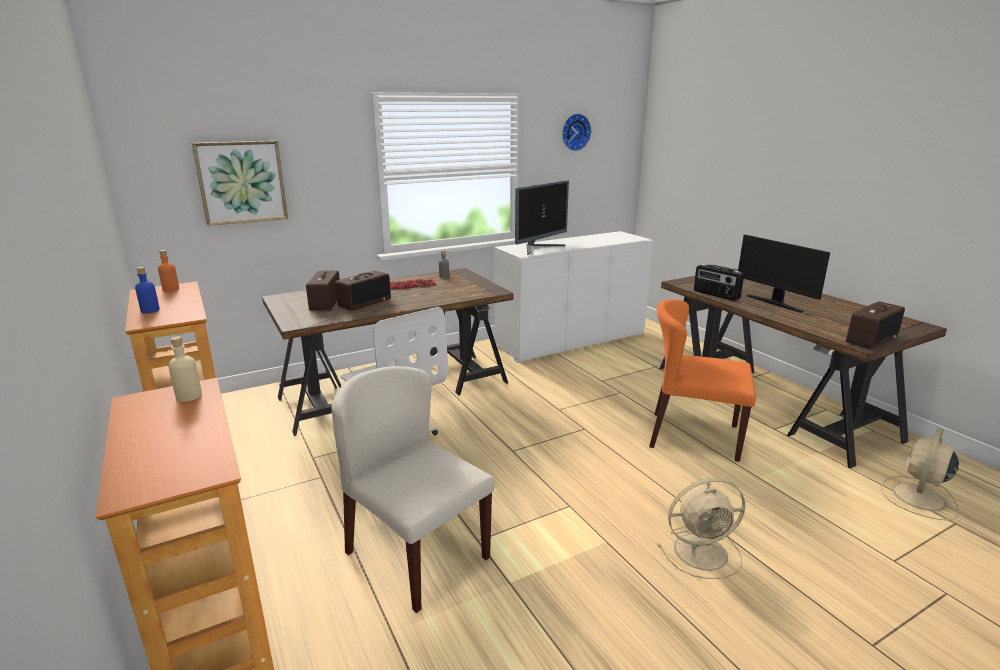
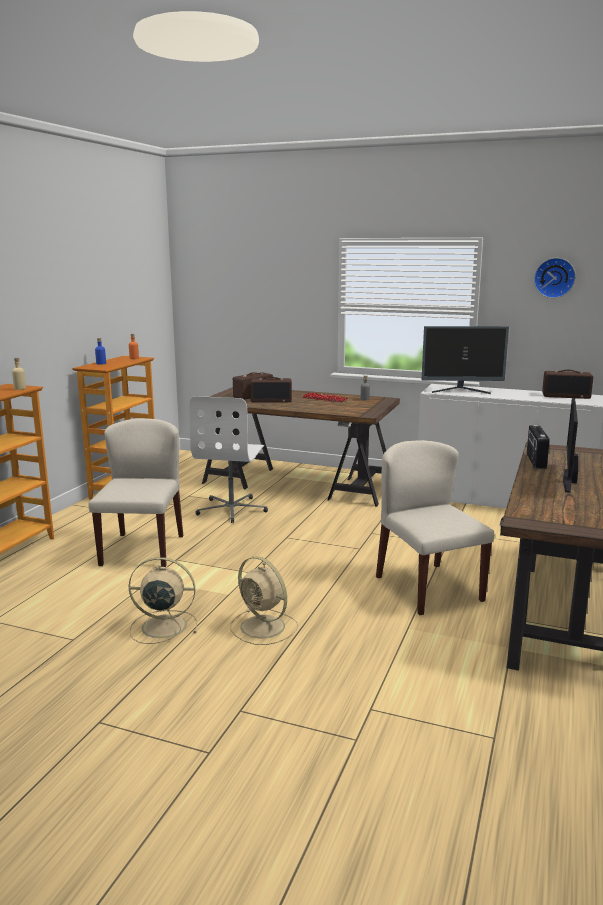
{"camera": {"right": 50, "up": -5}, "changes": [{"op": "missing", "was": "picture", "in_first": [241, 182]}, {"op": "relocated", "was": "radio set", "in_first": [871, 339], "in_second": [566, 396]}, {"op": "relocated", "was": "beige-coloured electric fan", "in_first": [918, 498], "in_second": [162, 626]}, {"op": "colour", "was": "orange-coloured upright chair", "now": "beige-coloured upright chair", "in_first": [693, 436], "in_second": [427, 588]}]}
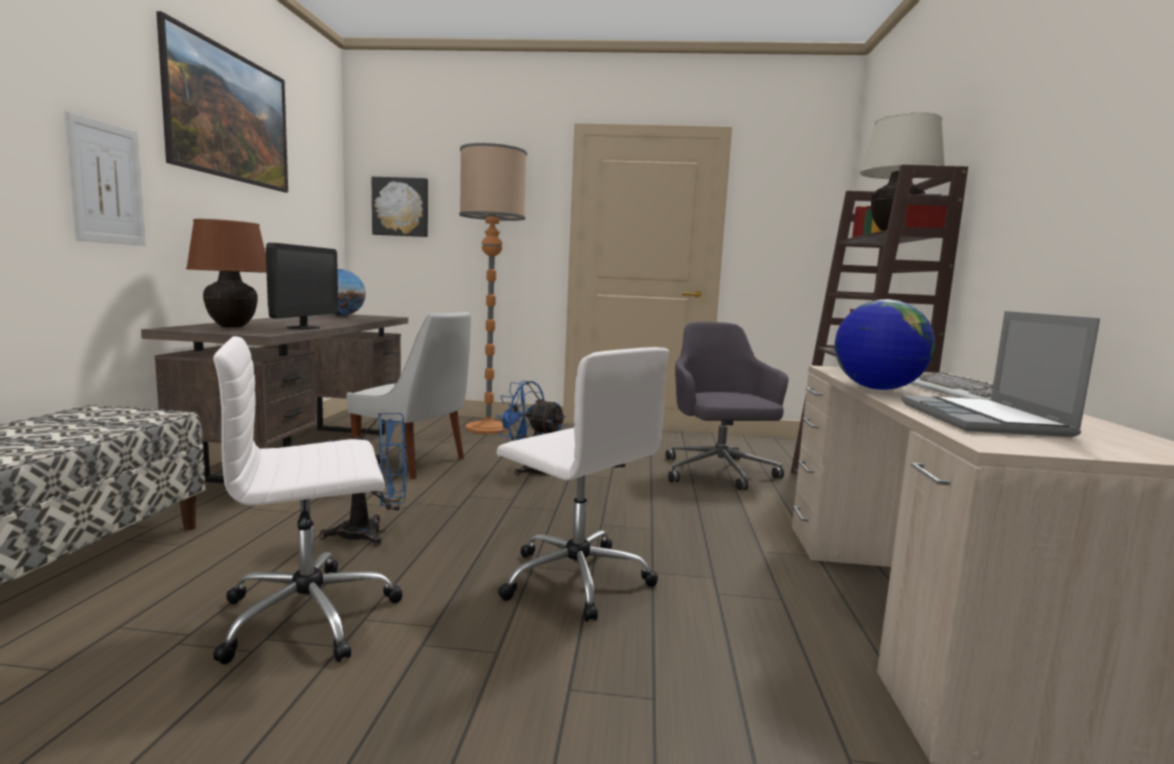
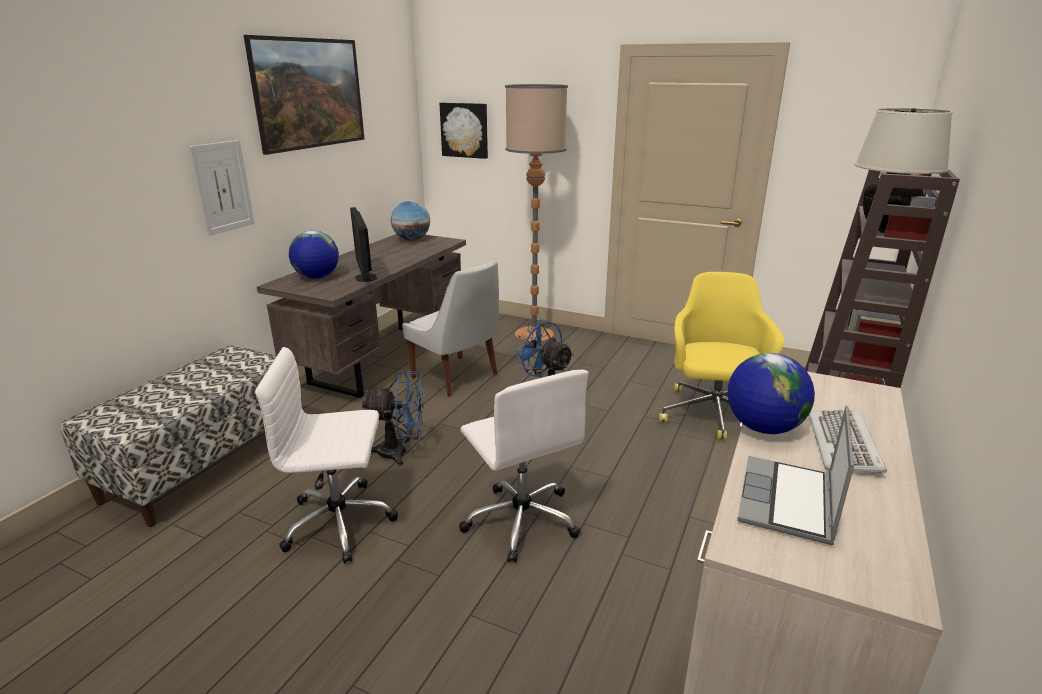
{"camera": {"right": 20, "up": 15}, "changes": [{"op": "exchanged", "was": "brown tabletop lamp", "now": "desk globe", "in_first": [231, 326], "in_second": [316, 277]}, {"op": "colour", "was": "grey computer chair", "now": "yellowish computer chair", "in_first": [718, 473], "in_second": [713, 415]}, {"op": "spun", "was": "computer screen", "in_first": [303, 328], "in_second": [366, 277], "clockwise": 135}]}
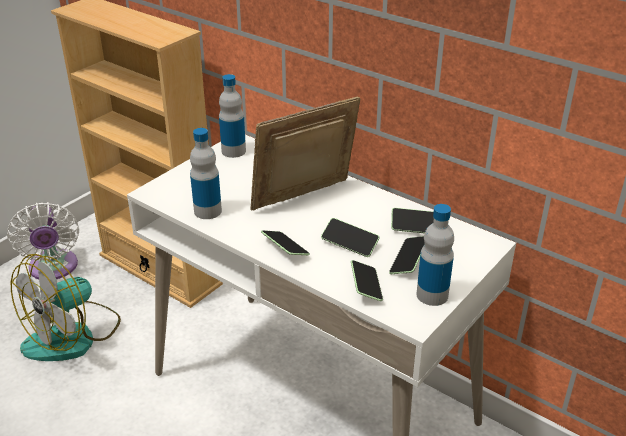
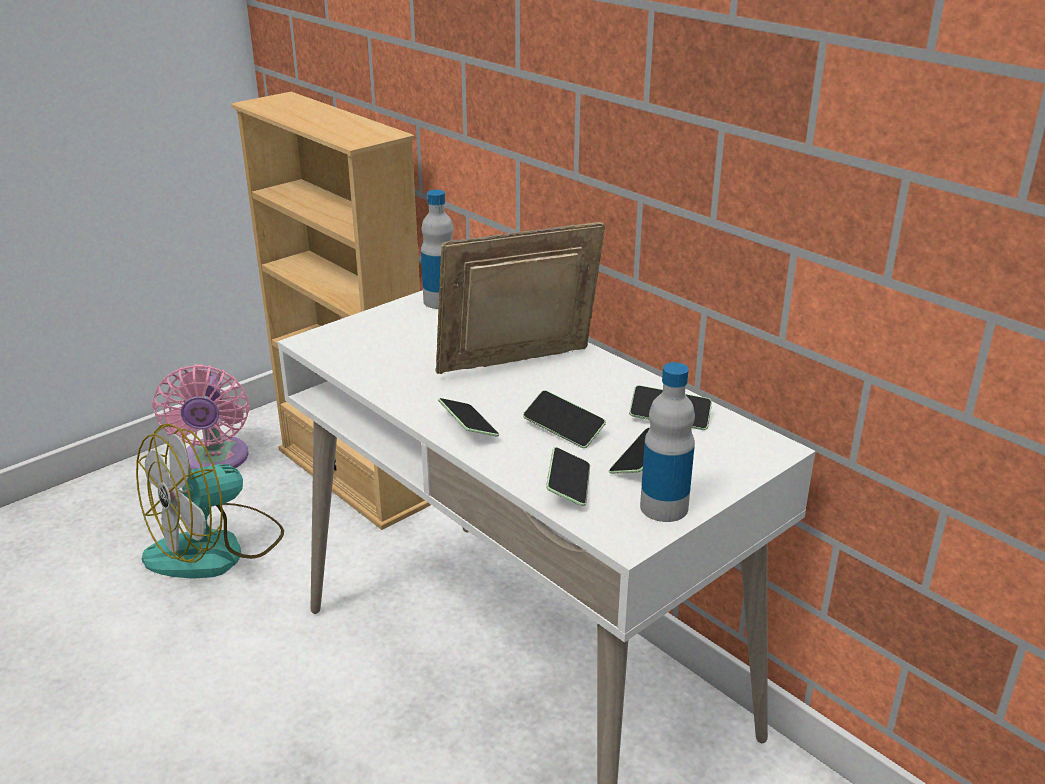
{"camera": {"right": 10, "up": -5}, "changes": [{"op": "missing", "was": "drink bottle", "in_first": [208, 211]}, {"op": "colour", "was": "whitish electric fan", "now": "pink-coloured electric fan", "in_first": [53, 269], "in_second": [214, 461]}]}
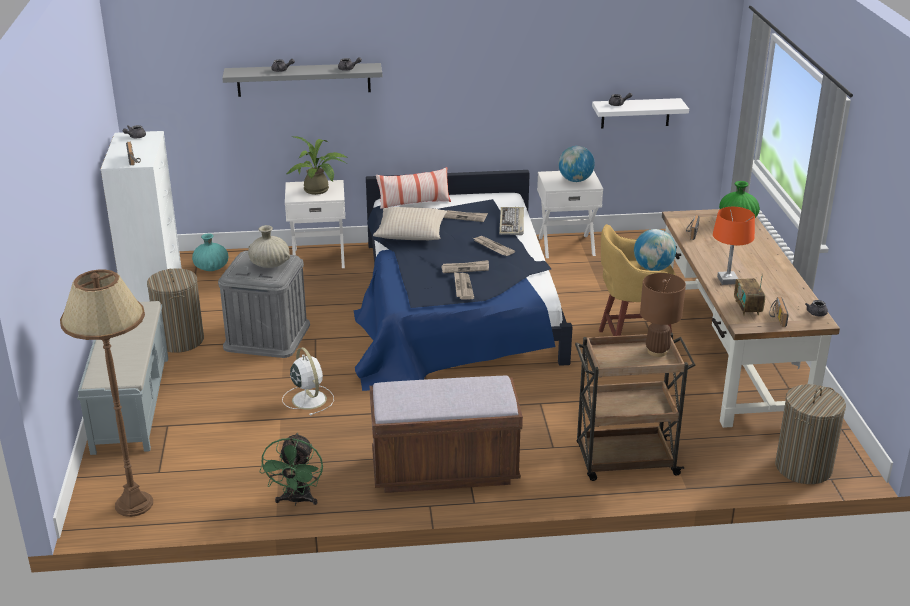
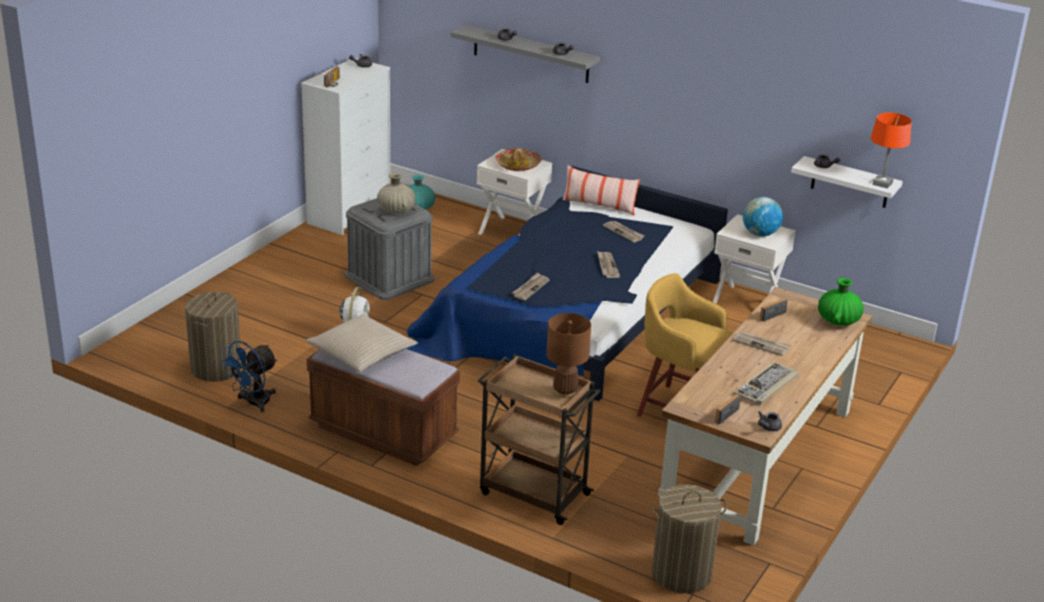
{"camera": {"right": 35, "up": 0}, "changes": [{"op": "missing", "was": "brown floor lamp", "in_first": [134, 504]}, {"op": "missing", "was": "grey indoor bench", "in_first": [131, 403]}, {"op": "missing", "was": "desk globe", "in_first": [653, 268]}, {"op": "missing", "was": "radio set", "in_first": [747, 308]}, {"op": "relocated", "was": "laundry basket", "in_first": [180, 340], "in_second": [216, 368]}, {"op": "relocated", "was": "beige-coloured pillow", "in_first": [410, 232], "in_second": [361, 352]}, {"op": "relocated", "was": "printed paper", "in_first": [465, 268], "in_second": [762, 345]}, {"op": "relocated", "was": "PC keyboard", "in_first": [512, 223], "in_second": [766, 386]}, {"op": "relocated", "was": "orange-coloured tabletop lamp", "in_first": [727, 280], "in_second": [882, 184]}, {"op": "exchanged", "was": "houseplant", "now": "hat", "in_first": [319, 191], "in_second": [518, 165]}, {"op": "colour", "was": "green-coloured electric fan", "now": "blue-coloured electric fan", "in_first": [296, 500], "in_second": [253, 403]}]}
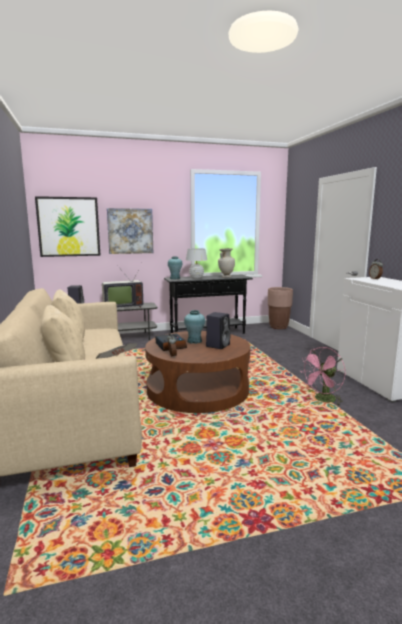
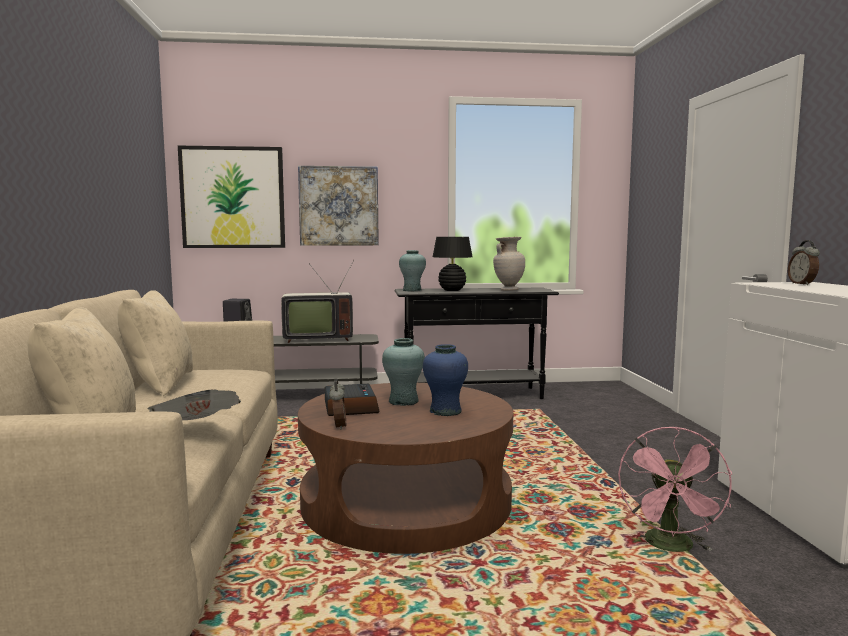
{"camera": {"right": 10, "up": -5}, "changes": [{"op": "missing", "was": "brown flower pot", "in_first": [278, 327]}, {"op": "exchanged", "was": "blackish loudspeaker", "now": "blue-coloured vase", "in_first": [218, 345], "in_second": [445, 411]}, {"op": "colour", "was": "whitish tabletop lamp", "now": "blackish tabletop lamp", "in_first": [196, 278], "in_second": [452, 290]}, {"op": "spun", "was": "pink-coloured electric fan", "in_first": [323, 400], "in_second": [671, 548], "clockwise": -45}]}
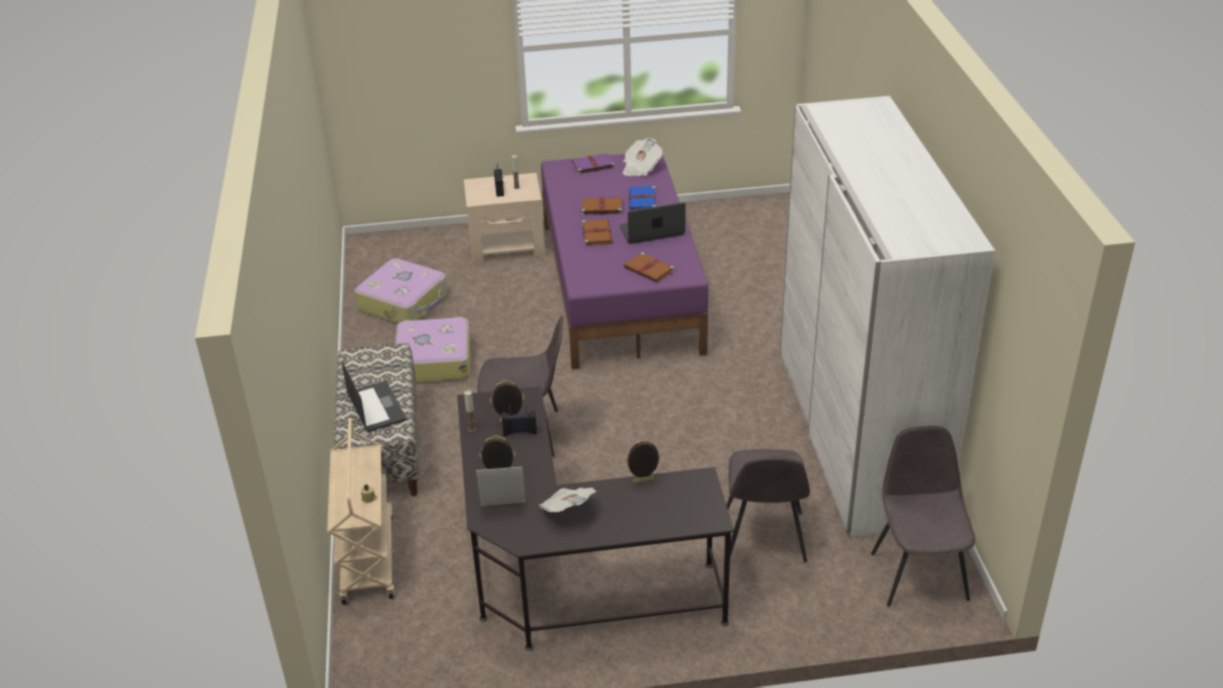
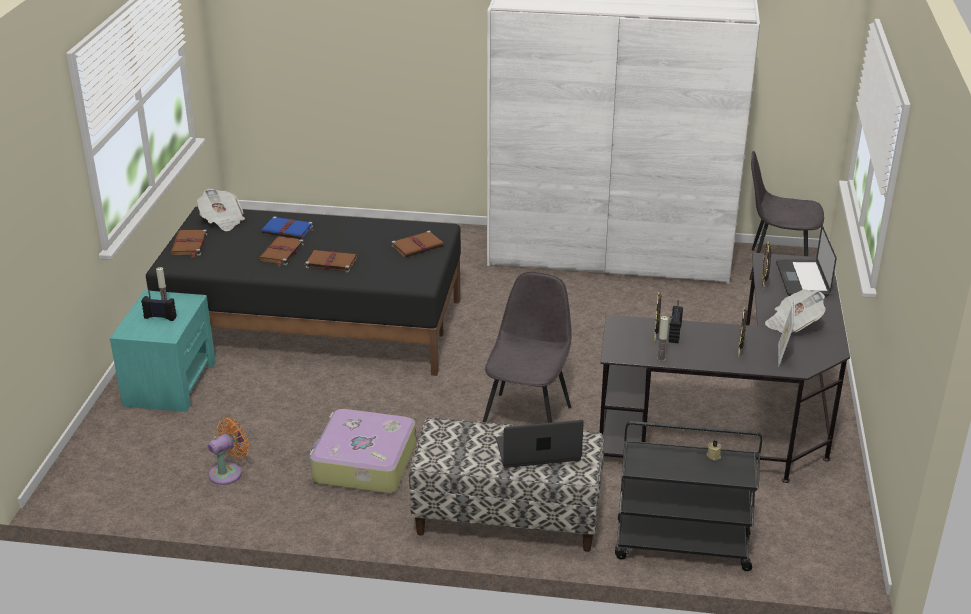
{"camera": {"right": -75, "up": -5}, "changes": [{"op": "missing", "was": "grey upright chair", "in_first": [764, 539]}, {"op": "relocated", "was": "laptop", "in_first": [652, 231], "in_second": [802, 279]}, {"op": "exchanged", "was": "piece of luggage", "now": "orange-coloured electric fan", "in_first": [404, 302], "in_second": [228, 472]}, {"op": "colour", "was": "beige-coloured wheeled cart", "now": "blackish wheeled cart", "in_first": [367, 557], "in_second": [681, 547]}, {"op": "colour", "was": "beige-coloured bedside table", "now": "blue-green bedside table", "in_first": [507, 245], "in_second": [170, 382]}, {"op": "colour", "was": "purple bed", "now": "blackish bed", "in_first": [621, 286], "in_second": [313, 324]}, {"op": "colour", "was": "purple bound book", "now": "brown bound book", "in_first": [592, 165], "in_second": [189, 245]}]}
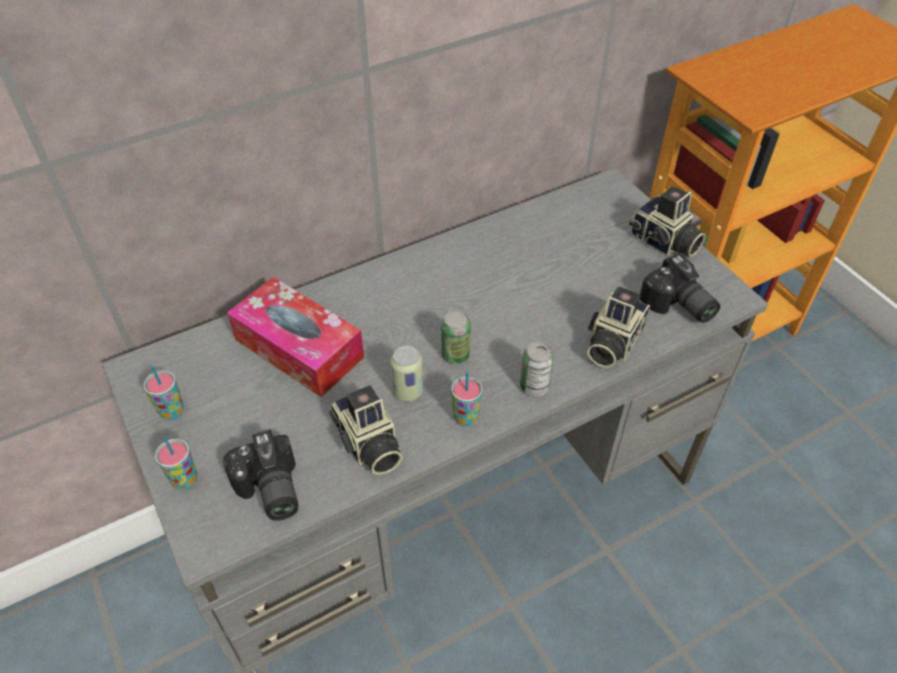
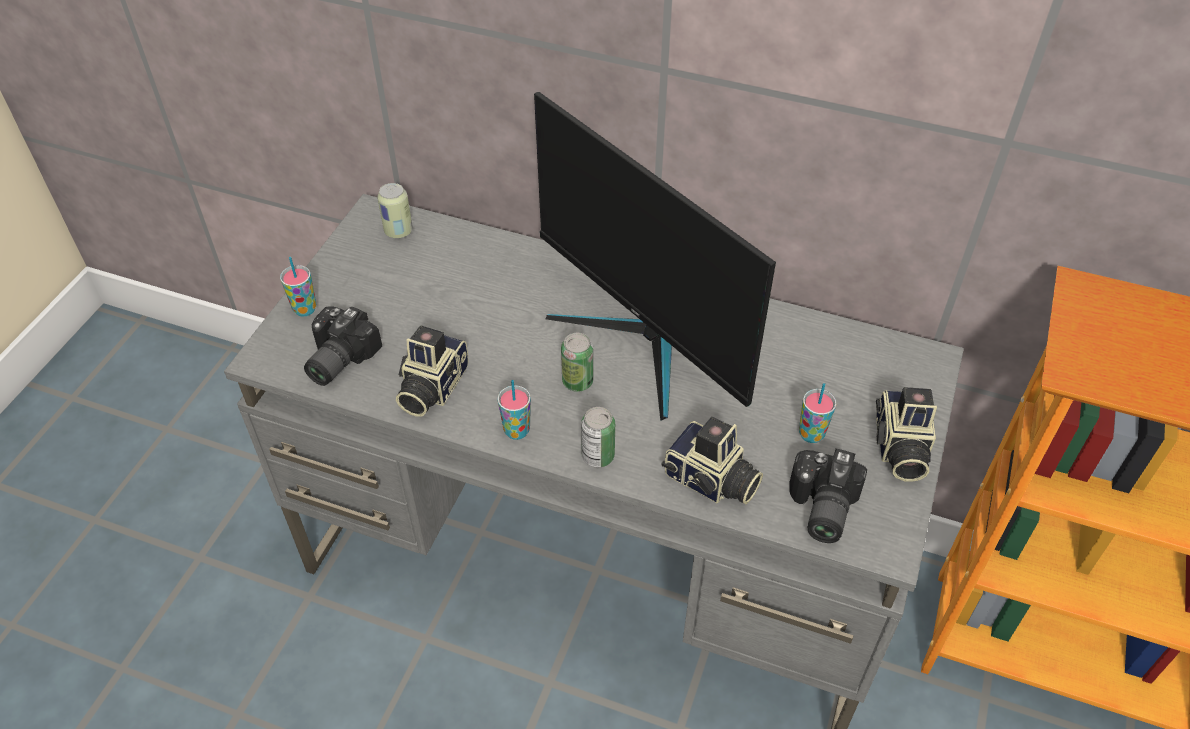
{"camera": {"right": 50, "up": 0}, "changes": [{"op": "missing", "was": "box of tissues", "in_first": [299, 348]}, {"op": "appeared", "now": "computer screen", "in_second": [644, 341]}, {"op": "relocated", "was": "drinking cup", "in_first": [172, 412], "in_second": [811, 434]}, {"op": "relocated", "was": "can", "in_first": [408, 391], "in_second": [398, 231]}, {"op": "spun", "was": "still camera", "in_first": [611, 343], "in_second": [710, 482], "clockwise": -135}]}
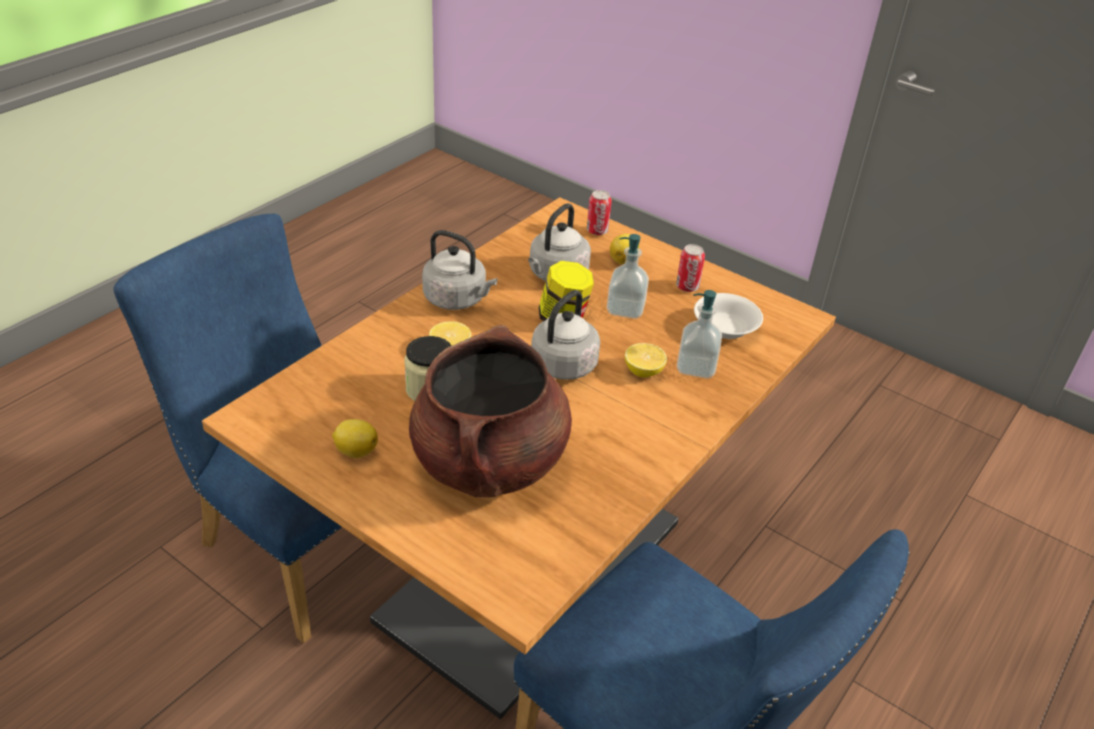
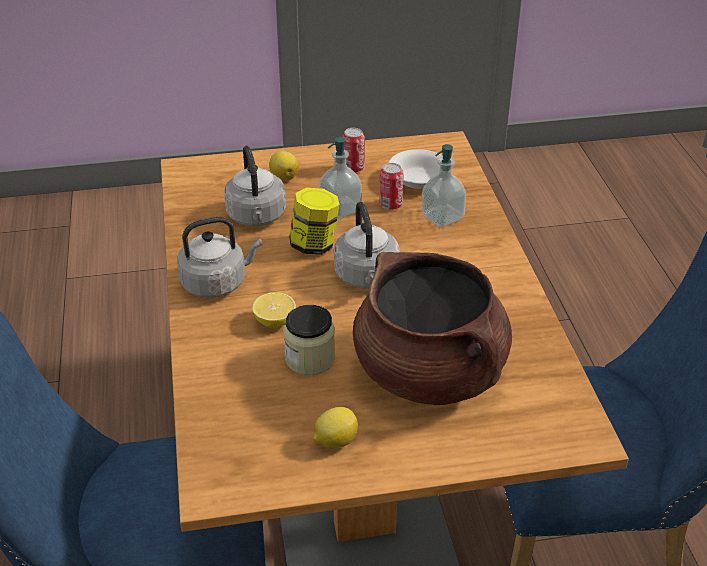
{"camera": {"right": -45, "up": 0}, "changes": [{"op": "missing", "was": "citrus fruit", "in_first": [643, 371]}, {"op": "relocated", "was": "can", "in_first": [597, 231], "in_second": [390, 205]}]}
